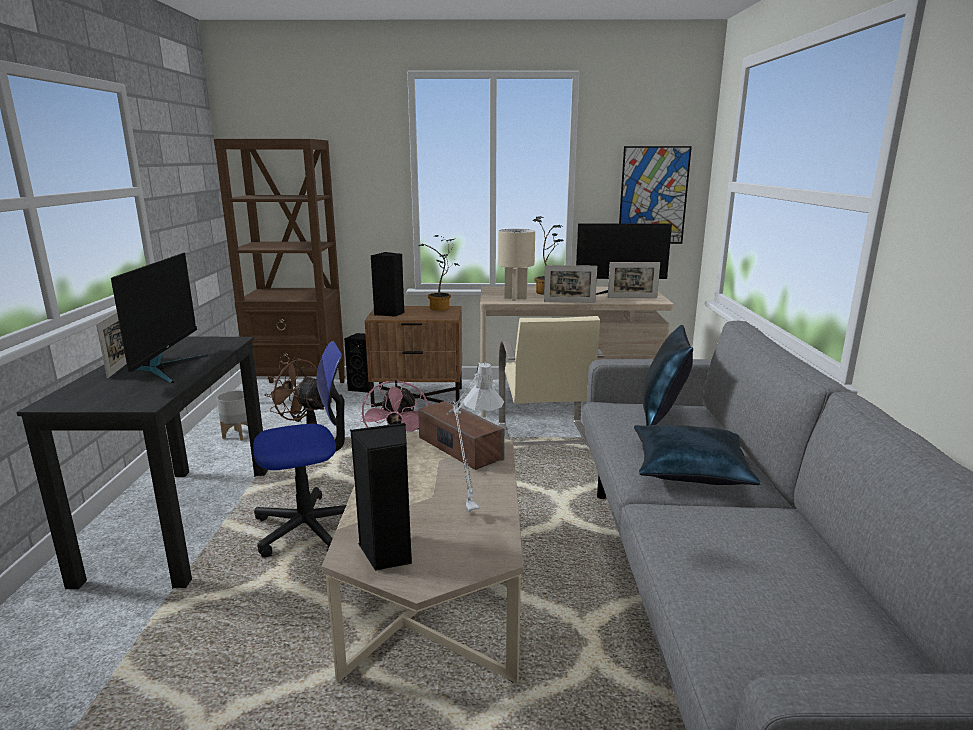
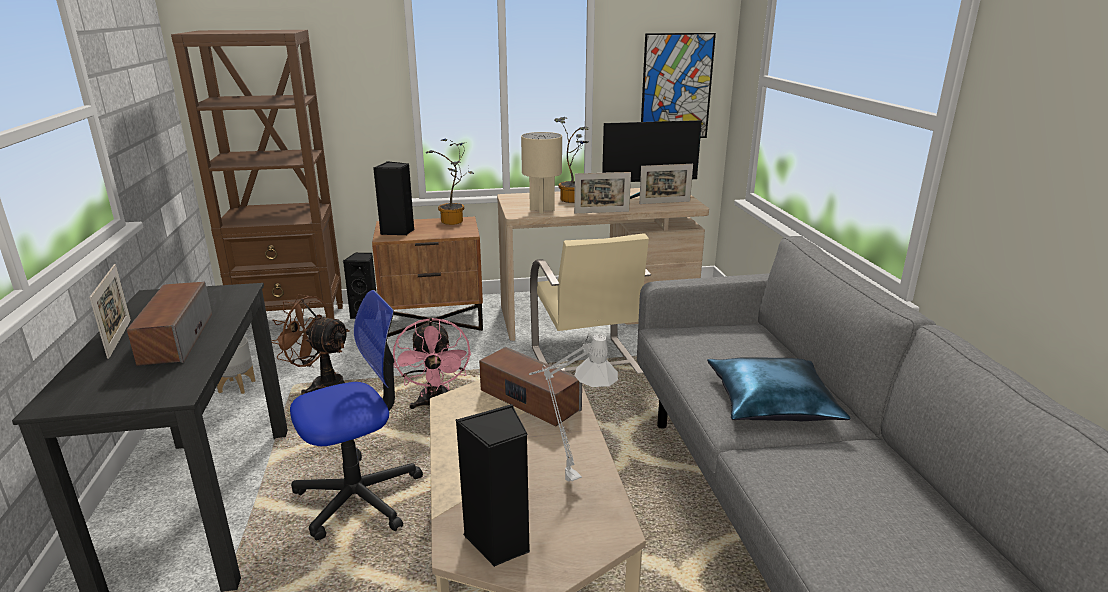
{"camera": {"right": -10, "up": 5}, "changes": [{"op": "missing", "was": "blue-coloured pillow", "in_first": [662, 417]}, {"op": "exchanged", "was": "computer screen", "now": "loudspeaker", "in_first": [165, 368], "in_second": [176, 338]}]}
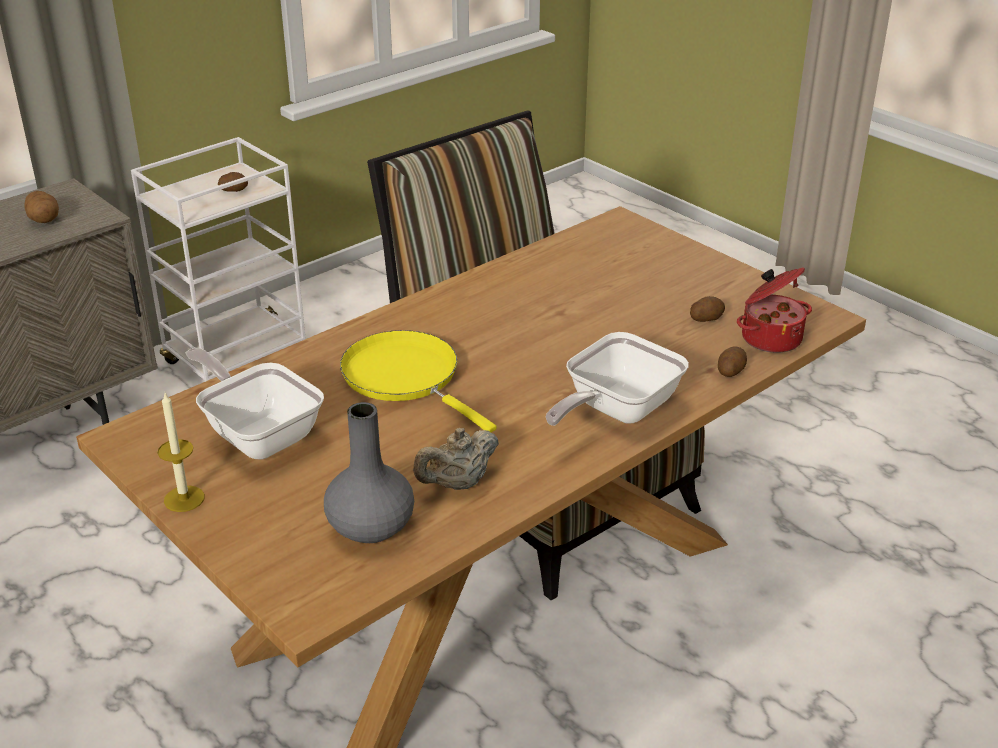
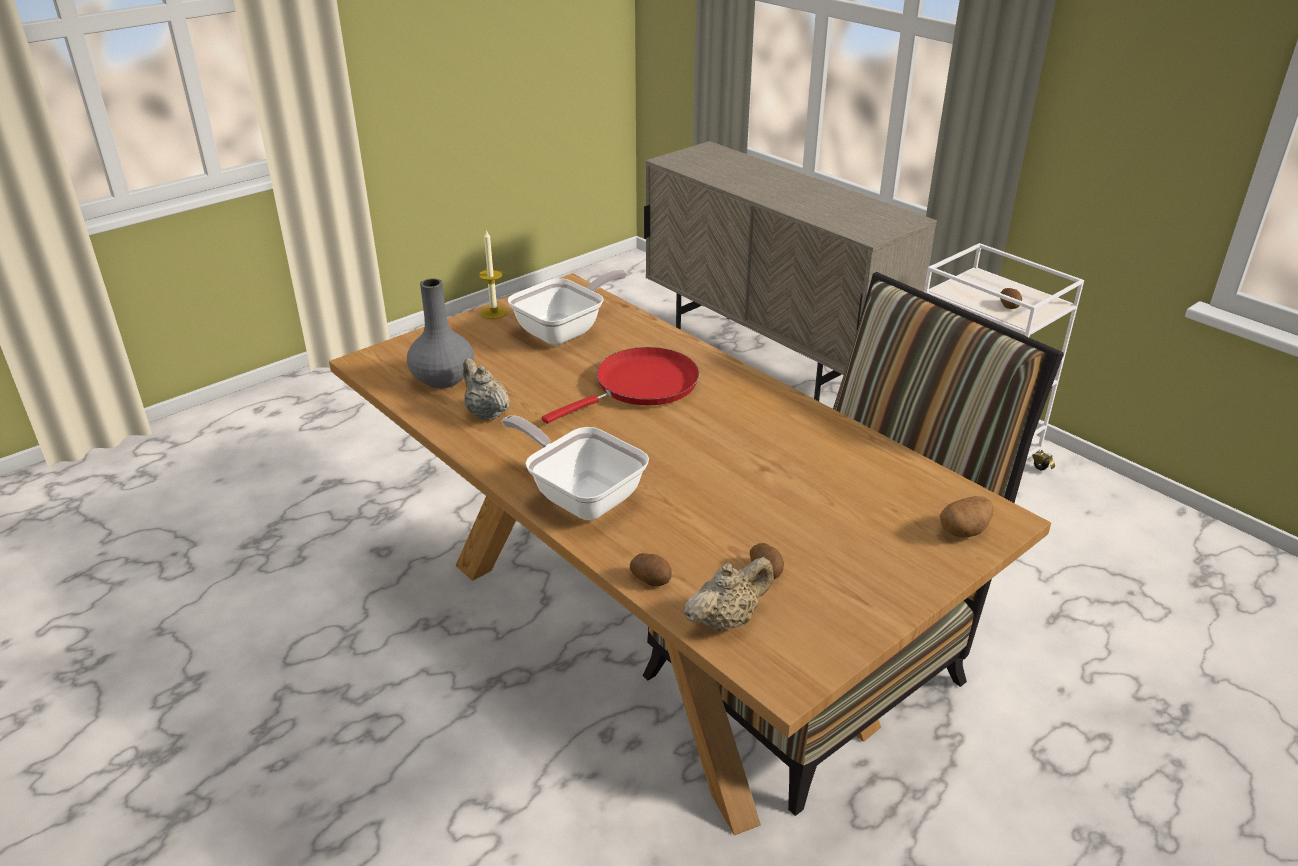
{"camera": {"right": 90, "up": 0}, "changes": [{"op": "relocated", "was": "whole potato", "in_first": [44, 219], "in_second": [964, 530]}, {"op": "exchanged", "was": "cooking pot", "now": "beige-coloured tea pot", "in_first": [770, 337], "in_second": [727, 620]}, {"op": "colour", "was": "yellowish frying pan", "now": "reddish frying pan", "in_first": [406, 377], "in_second": [640, 386]}]}
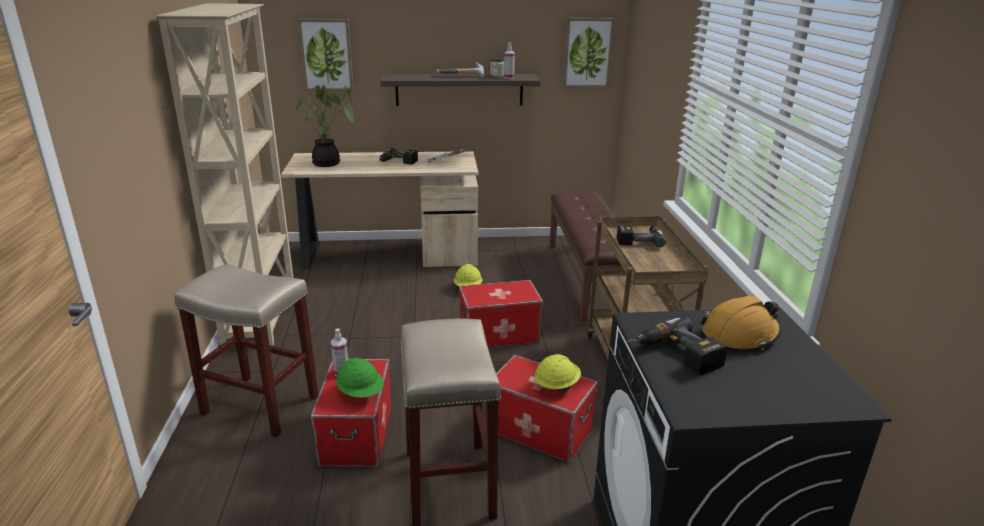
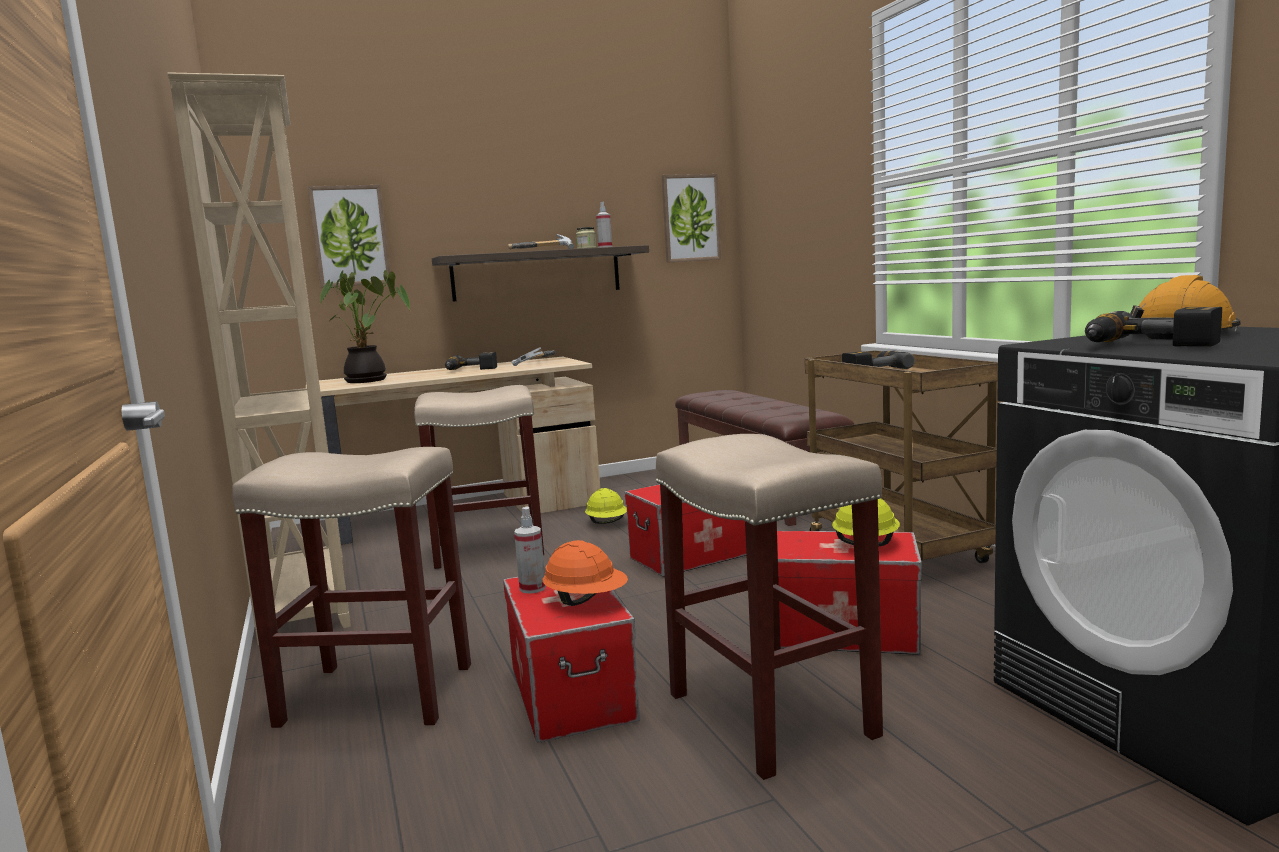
{"camera": {"right": -15, "up": -15}, "changes": [{"op": "appeared", "now": "beige-coloured stool", "in_second": [487, 550]}, {"op": "colour", "was": "green-coloured work helmet", "now": "orange-coloured work helmet", "in_first": [361, 393], "in_second": [587, 601]}]}
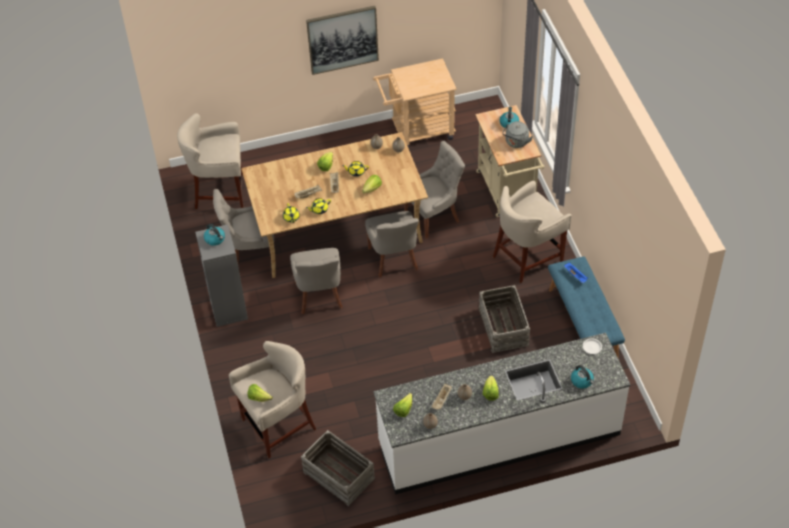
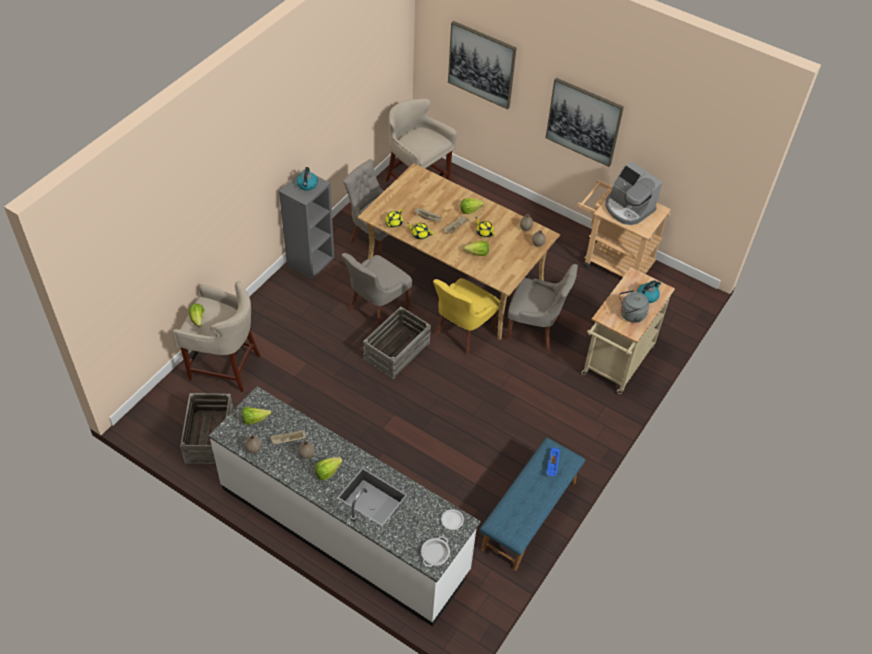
{"camera": {"right": 45, "up": 0}, "changes": [{"op": "missing", "was": "beige-coloured stool", "in_first": [527, 258]}, {"op": "missing", "was": "water kettle", "in_first": [582, 381]}, {"op": "appeared", "now": "cooking pot", "in_second": [435, 554]}, {"op": "appeared", "now": "picture", "in_second": [481, 64]}, {"op": "appeared", "now": "coffee maker", "in_second": [628, 208]}, {"op": "relocated", "was": "crate", "in_first": [504, 327], "in_second": [397, 351]}, {"op": "colour", "was": "grey upright chair", "now": "yellowish upright chair", "in_first": [394, 259], "in_second": [462, 332]}]}
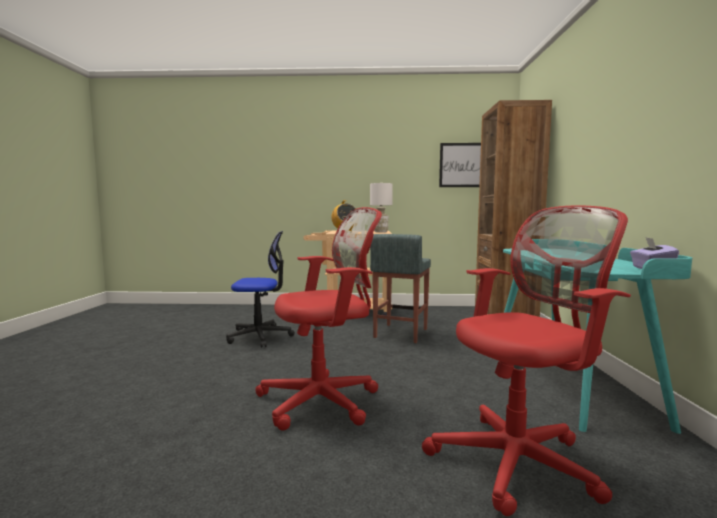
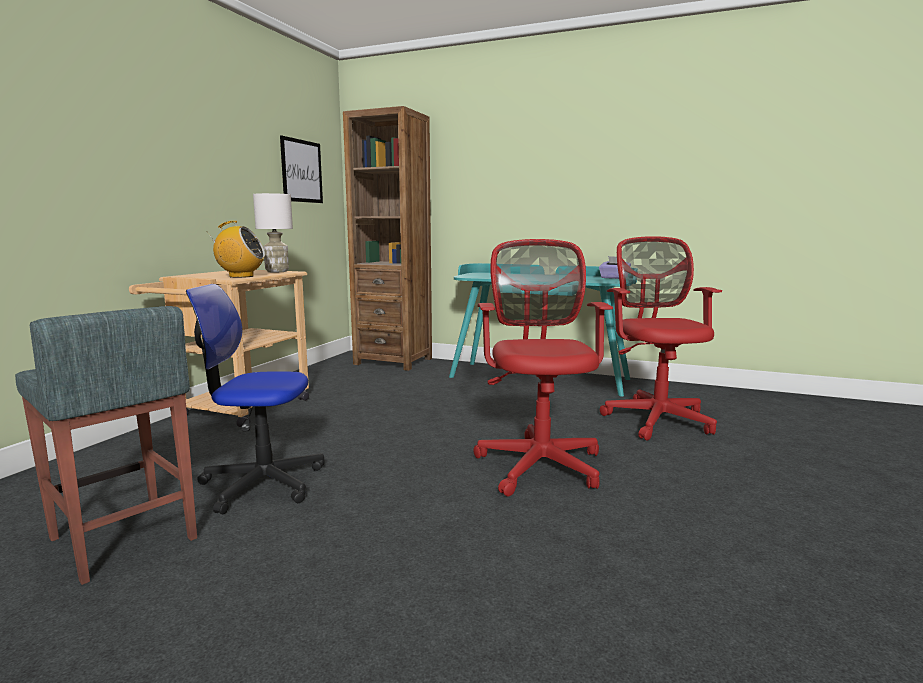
{"camera": {"right": -70, "up": 5}, "changes": [{"op": "relocated", "was": "grey stool", "in_first": [400, 333], "in_second": [123, 539]}, {"op": "spun", "was": "computer chair", "in_first": [260, 336], "in_second": [262, 483], "clockwise": -105}]}
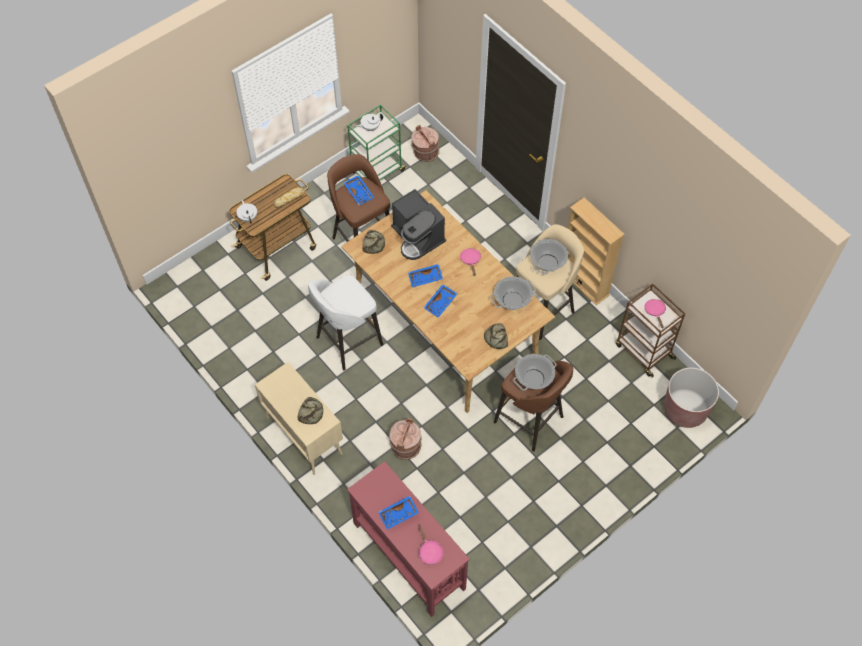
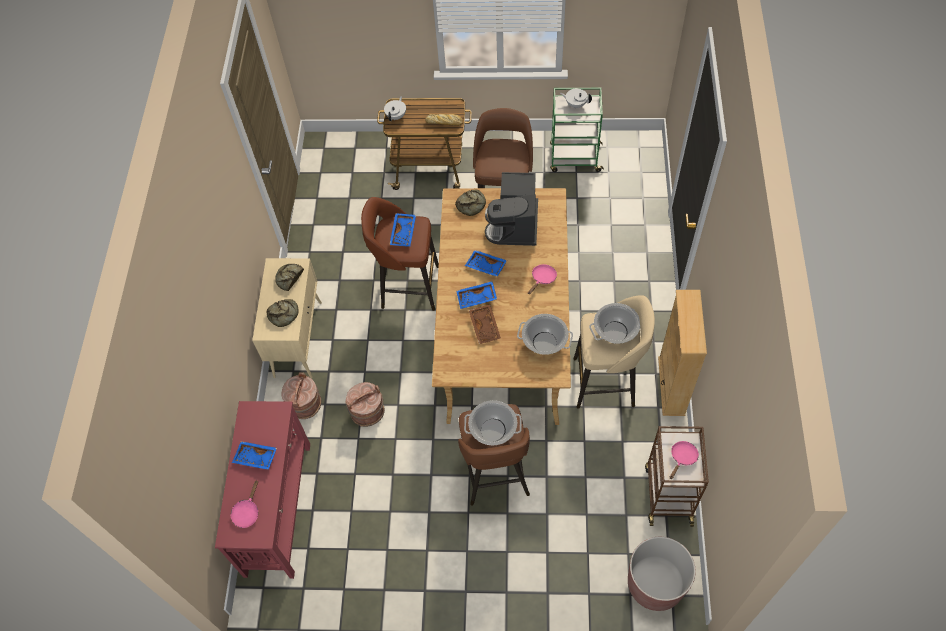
{"camera": {"right": 45, "up": 0}, "changes": [{"op": "appeared", "now": "brown carrying tray", "in_second": [485, 326]}, {"op": "relocated", "was": "blue-coloured carrying tray", "in_first": [359, 192], "in_second": [404, 233]}, {"op": "relocated", "was": "brown pail", "in_first": [425, 153], "in_second": [305, 404]}, {"op": "relocated", "was": "bakery bread", "in_first": [496, 338], "in_second": [289, 278]}, {"op": "colour", "was": "whitish stool", "now": "brown stool", "in_first": [347, 342], "in_second": [408, 286]}]}
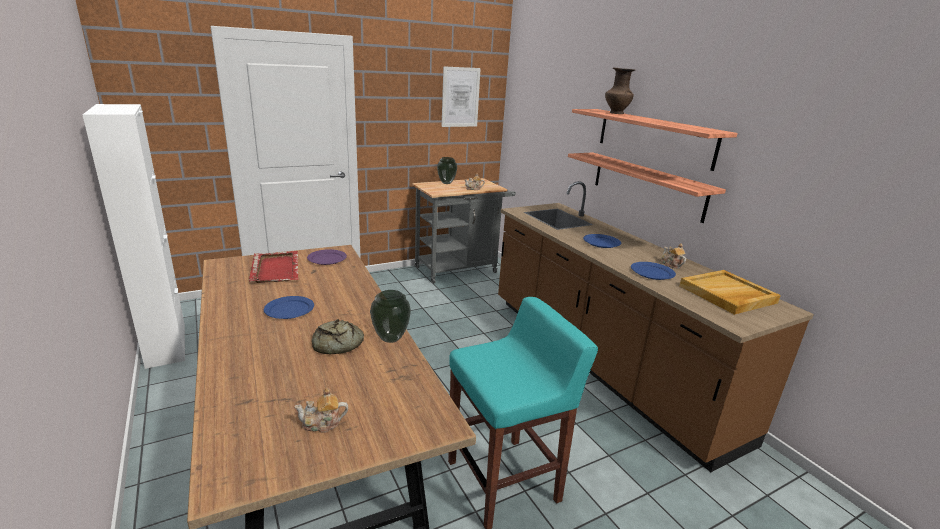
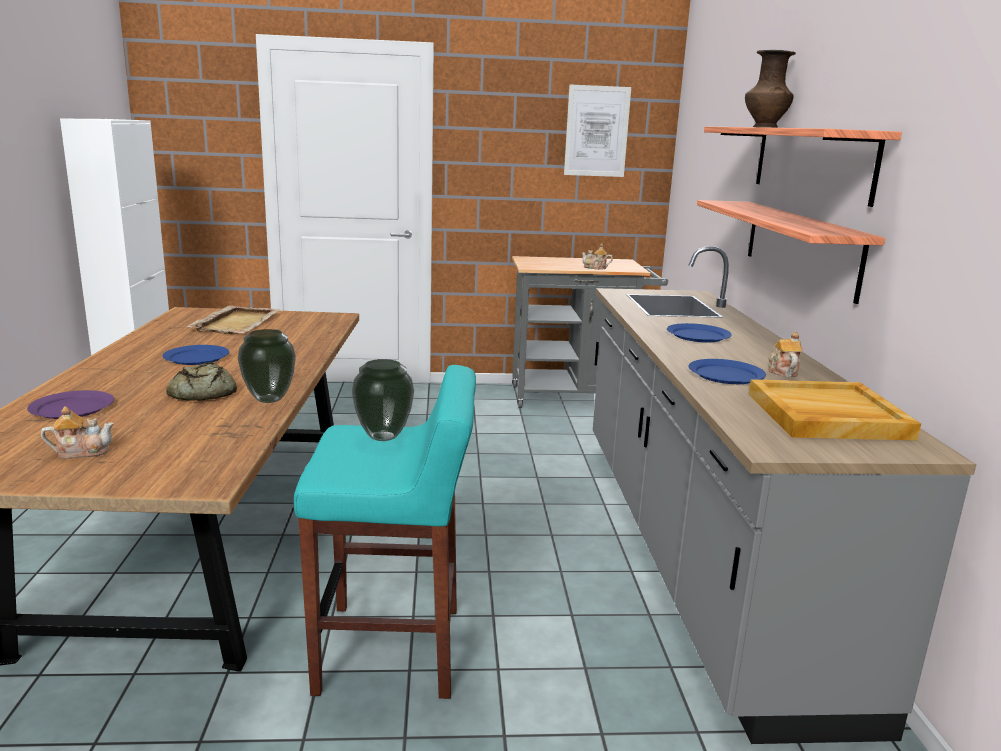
{"camera": {"right": 25, "up": -5}, "changes": [{"op": "relocated", "was": "purple plate", "in_first": [327, 259], "in_second": [73, 408]}, {"op": "relocated", "was": "vase", "in_first": [446, 183], "in_second": [382, 436]}, {"op": "colour", "was": "reddish carrying tray", "now": "beige-coloured carrying tray", "in_first": [275, 268], "in_second": [236, 323]}, {"op": "colour", "was": "brown counter", "now": "grey counter", "in_first": [601, 362], "in_second": [695, 550]}, {"op": "spun", "was": "tea pot", "in_first": [322, 424], "in_second": [82, 452], "clockwise": 150}]}
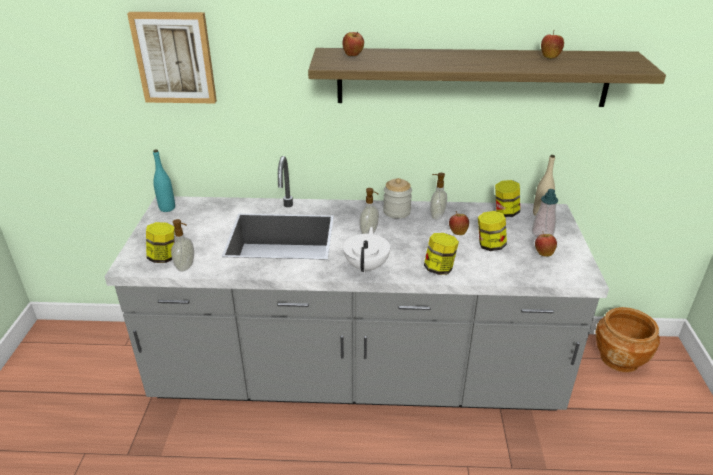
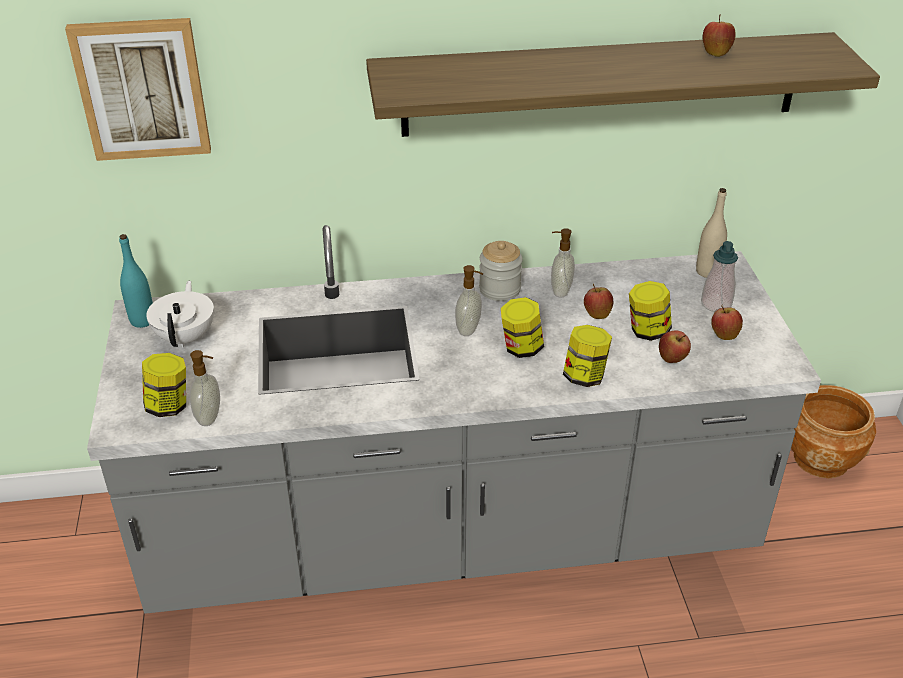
{"camera": {"right": -10, "up": 5}, "changes": [{"op": "relocated", "was": "whole apple", "in_first": [353, 55], "in_second": [672, 359]}, {"op": "relocated", "was": "whitish tea pot", "in_first": [367, 266], "in_second": [186, 337]}, {"op": "relocated", "was": "preserve jar", "in_first": [505, 212], "in_second": [521, 348]}]}
